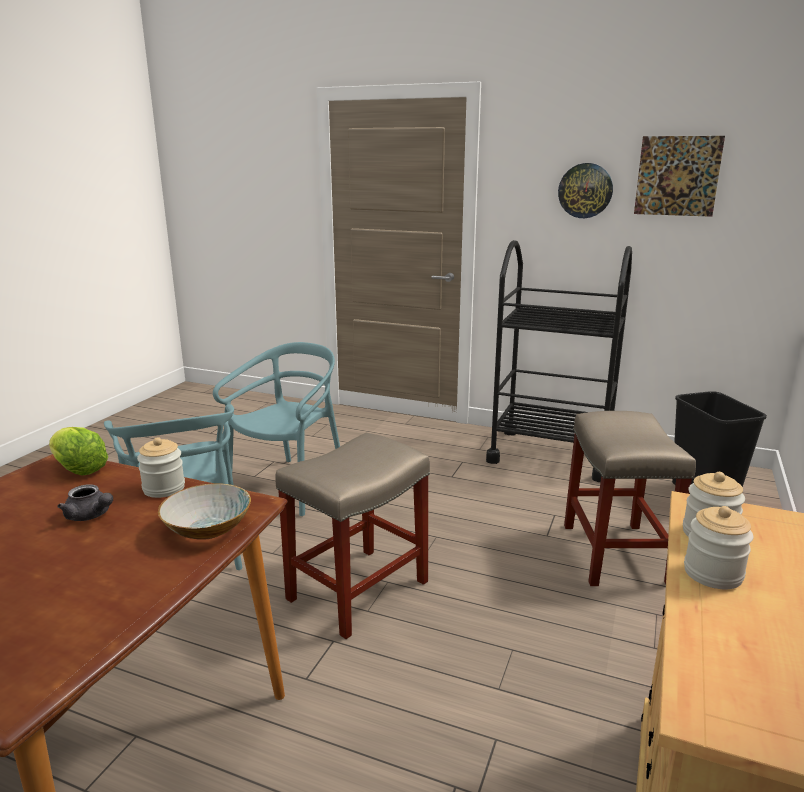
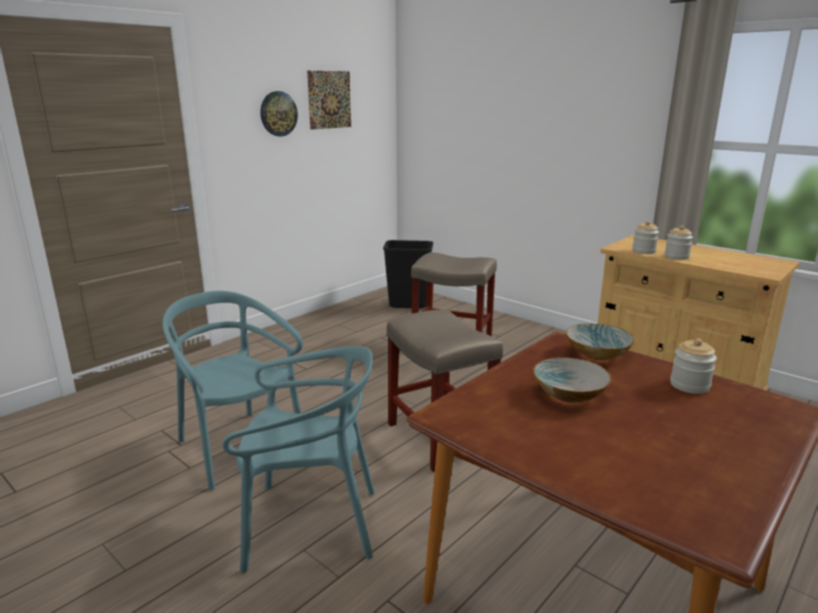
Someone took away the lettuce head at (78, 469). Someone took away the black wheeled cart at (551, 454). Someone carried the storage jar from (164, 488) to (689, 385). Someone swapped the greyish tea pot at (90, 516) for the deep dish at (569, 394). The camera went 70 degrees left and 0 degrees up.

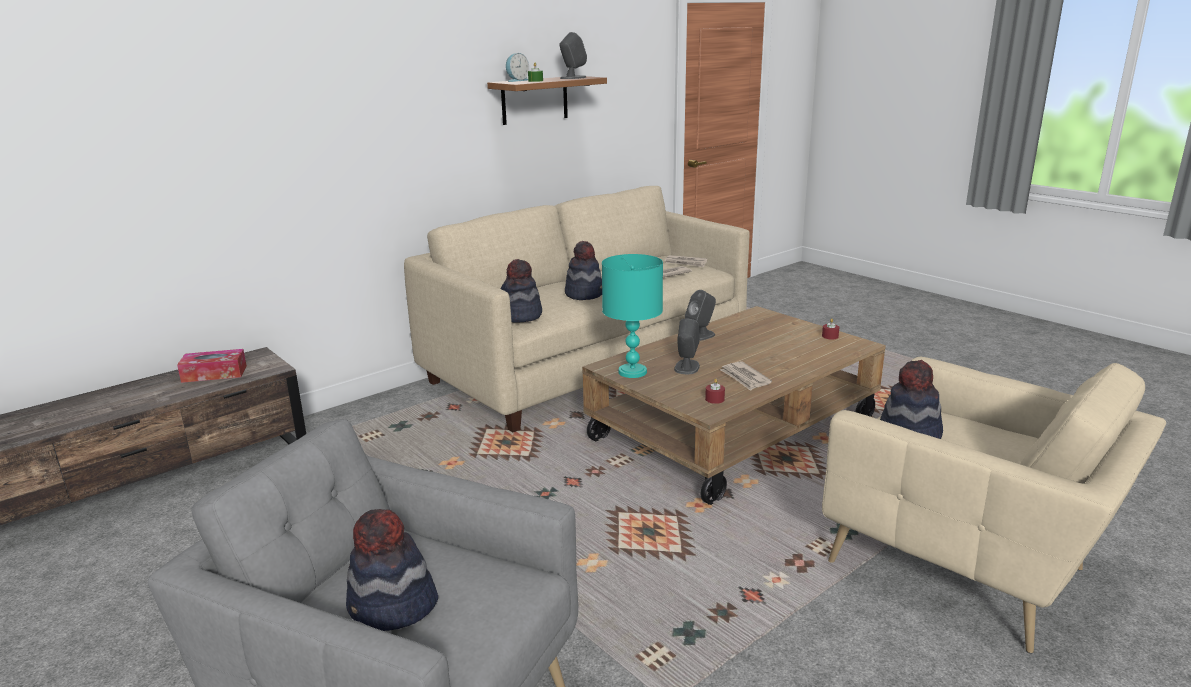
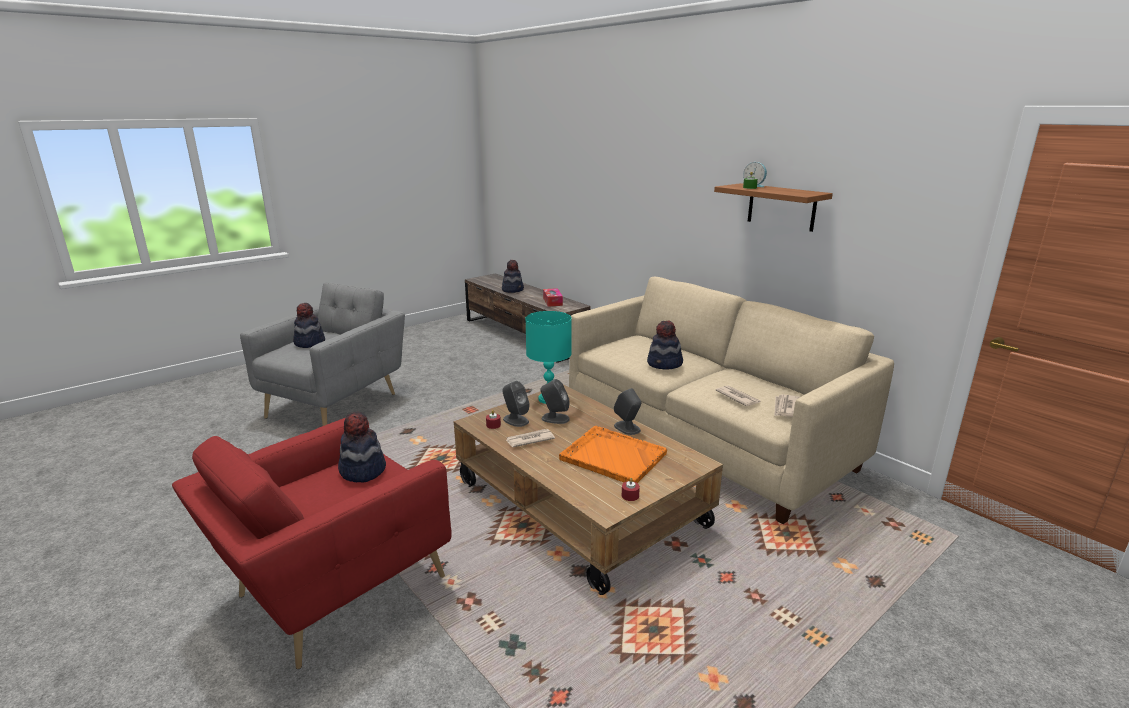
Someone put down the orange-coloured carrying tray at (612, 456). Someone carried the clothing hat from (519, 316) to (513, 290). Someone carried the greyish audio speaker from (573, 78) to (515, 420). Someone repainted the beige-coloured easy chair at (965, 571), which became the reddish easy chair at (334, 590). The camera went 90 degrees right and 0 degrees up.

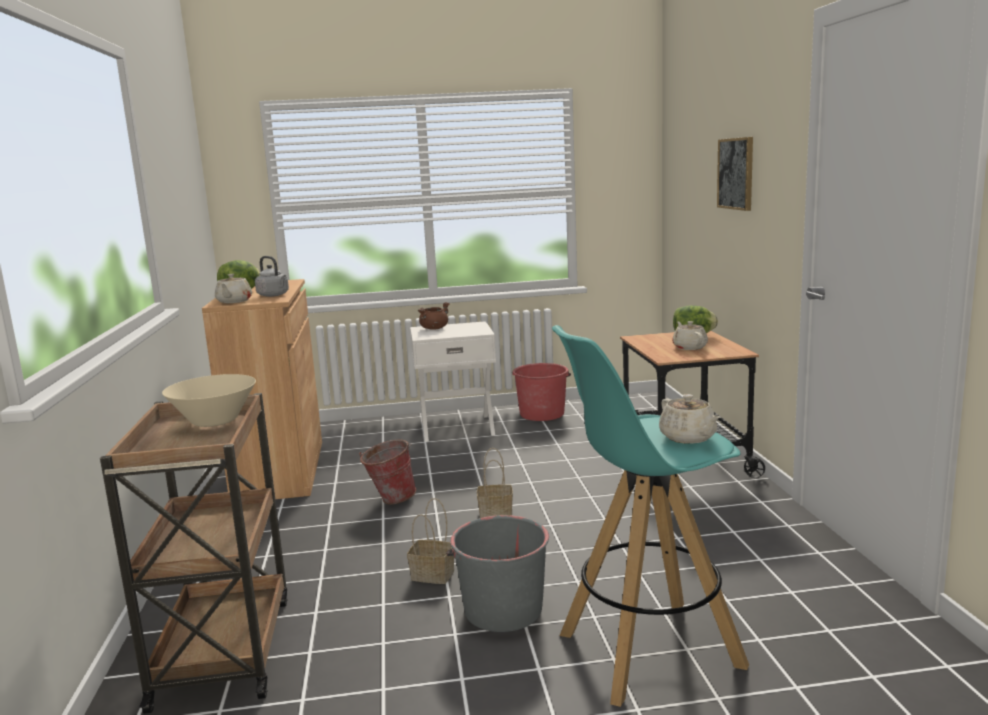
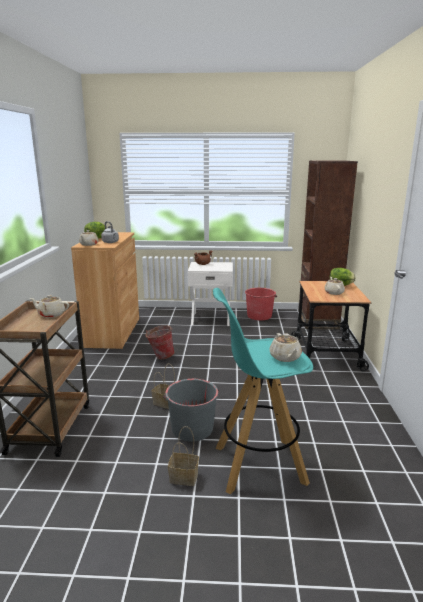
Someone took away the wall picture at (736, 173). Someone put down the brown bookshelf at (317, 320). Someone carried the household basket from (497, 513) to (185, 477). Someone swapped the beige-coloured deep dish at (215, 421) for the beige-coloured tea pot at (51, 314). The camera went 10 degrees right and 5 degrees up.

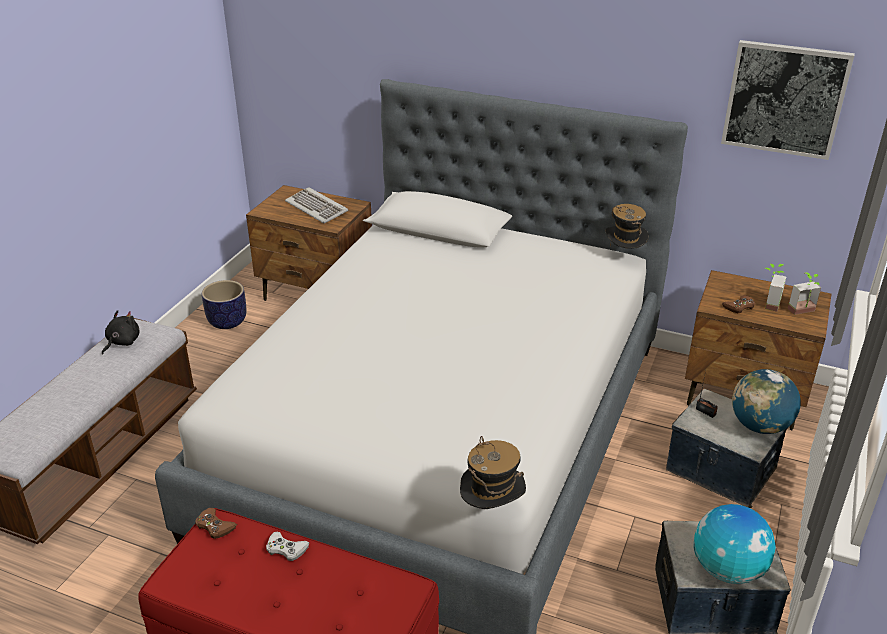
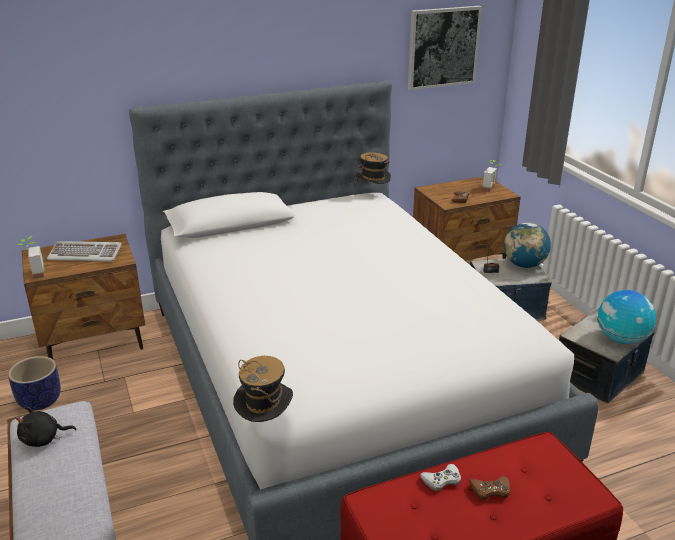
Someone carried the brown gamepad from (215, 526) to (490, 490). Someone carried the clothing hat from (492, 511) to (265, 425). Someone carried the houseplant from (767, 303) to (34, 274). Someone rotated the black plush toy at (122, 342) by 90 degrees counterclockwise. The camera went 45 degrees left and 5 degrees down.

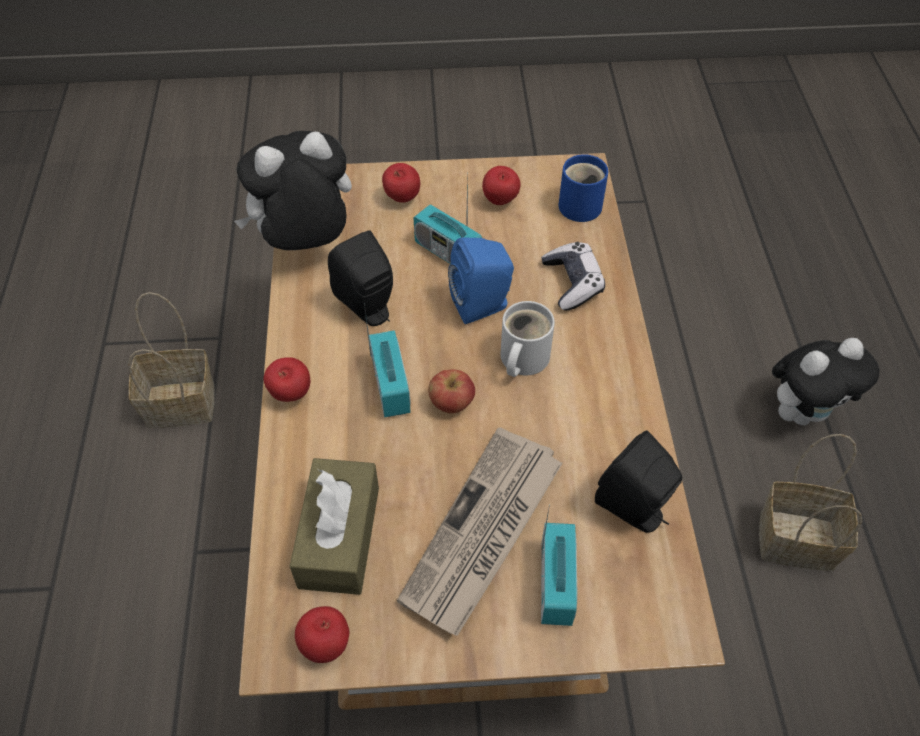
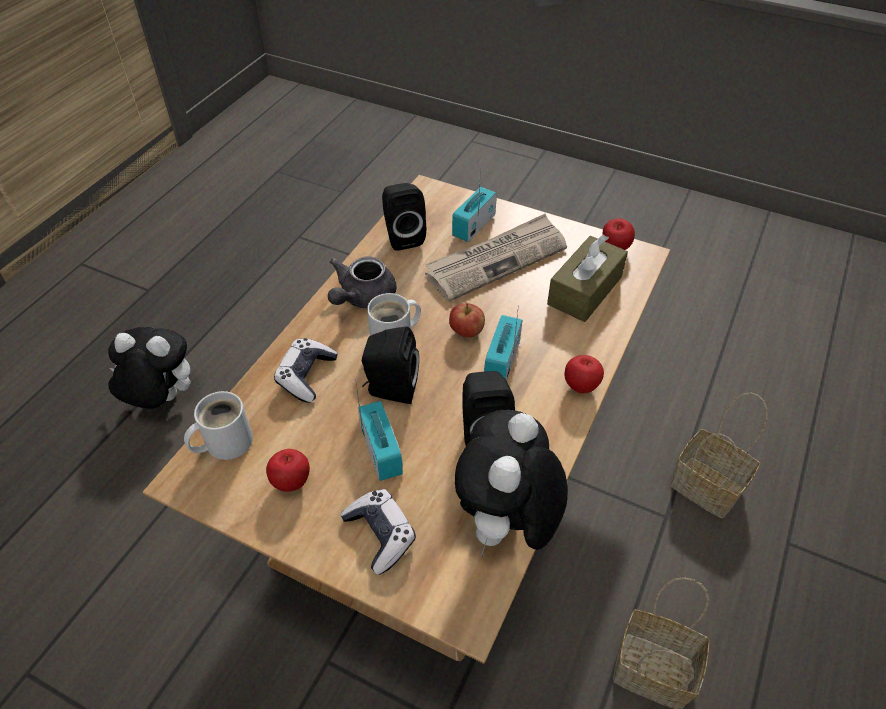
Someone put down the greyish tea pot at (362, 298). Someone carried the household basket from (793, 541) to (709, 487). Someone swapped the whole apple at (402, 199) for the gamepad at (380, 535). Someone repainted the bluish audio speaker at (483, 305), which became the black audio speaker at (390, 389). Someone repainted the bluish tea mug at (583, 204), which became the whitish tea mug at (224, 442). Someone rotated the plush toy at (305, 244) by 105 degrees clockwise. The camera went 150 degrees left and 5 degrees down.

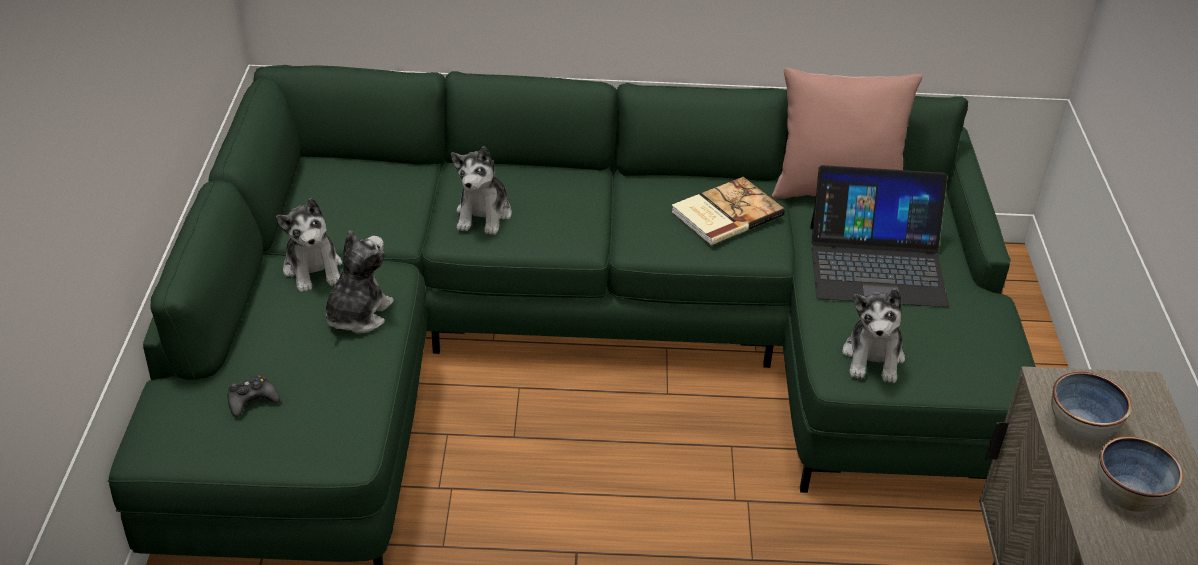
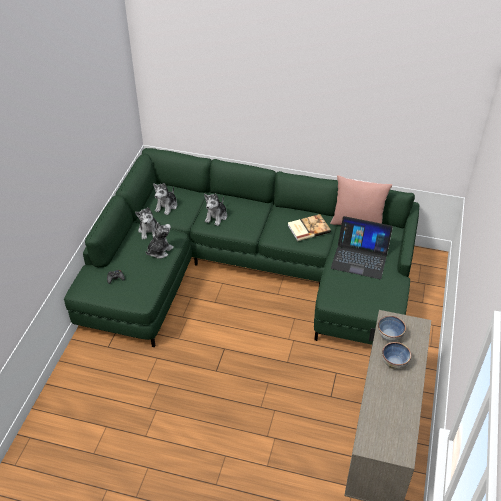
Someone carried the plush toy from (873, 357) to (166, 206). The camera went 15 degrees right and 5 degrees up.

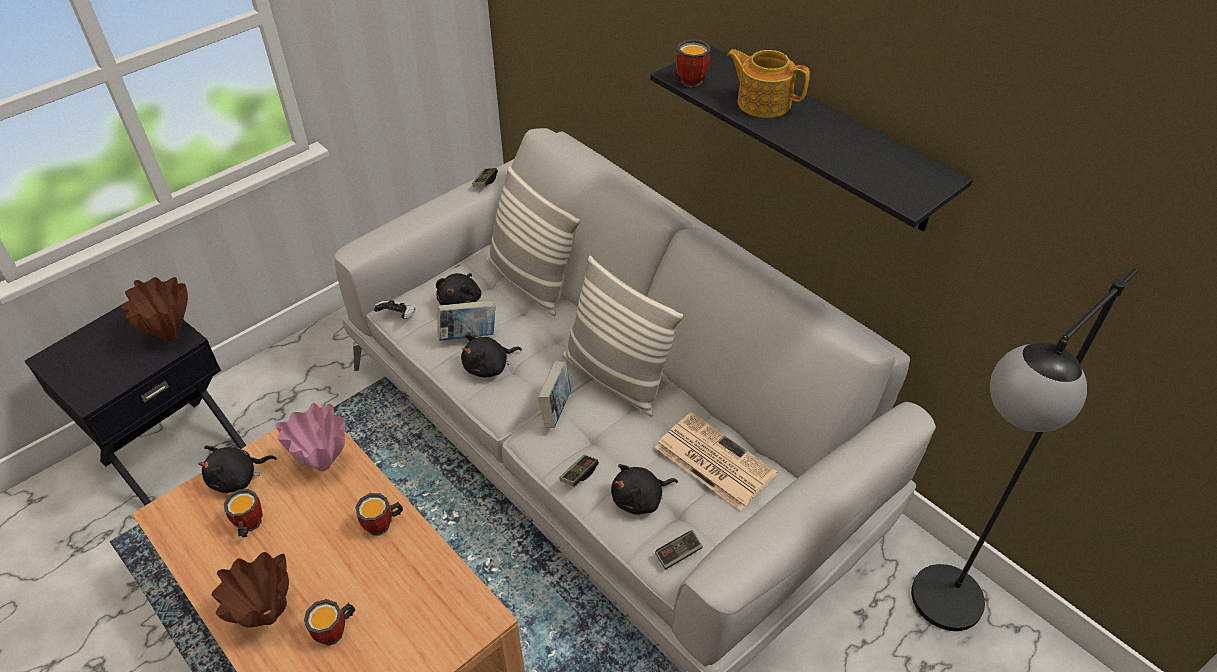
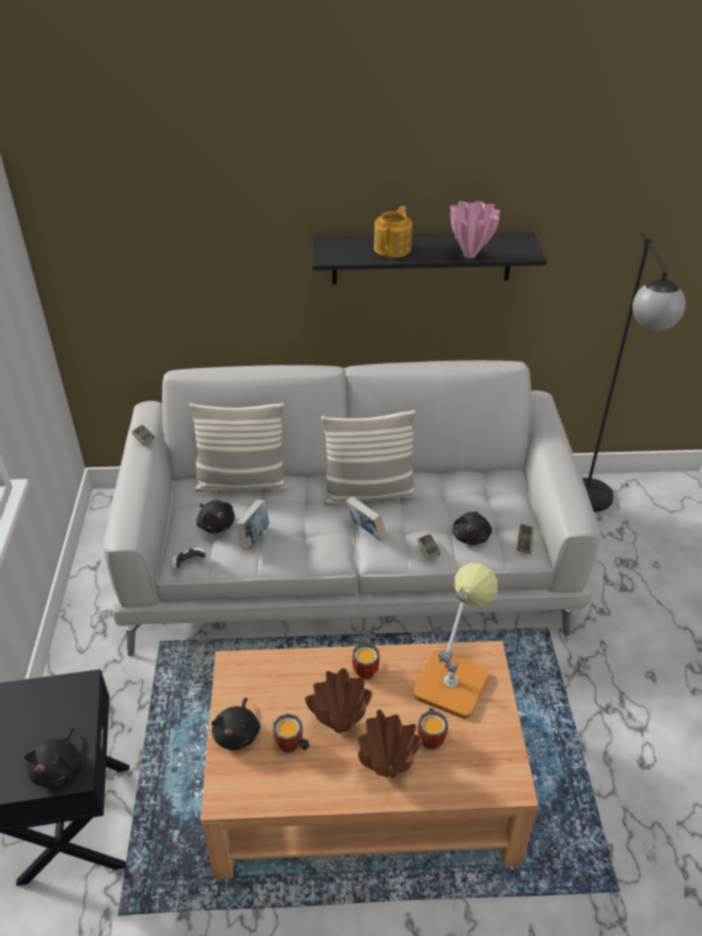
Someone took away the printed paper at (713, 460). Someone took away the tea mug at (694, 79). Someone put down the lamp for a table at (453, 677). Someone carried the brown flower vase from (172, 337) to (340, 727). Someone carried the pink-coloured flower vase from (325, 465) to (470, 255). Someone carried the black plush toy from (489, 366) to (59, 768). Someone rotated the tea pot at (763, 102) by 135 degrees clockwise. The camera went 50 degrees left and 5 degrees down.

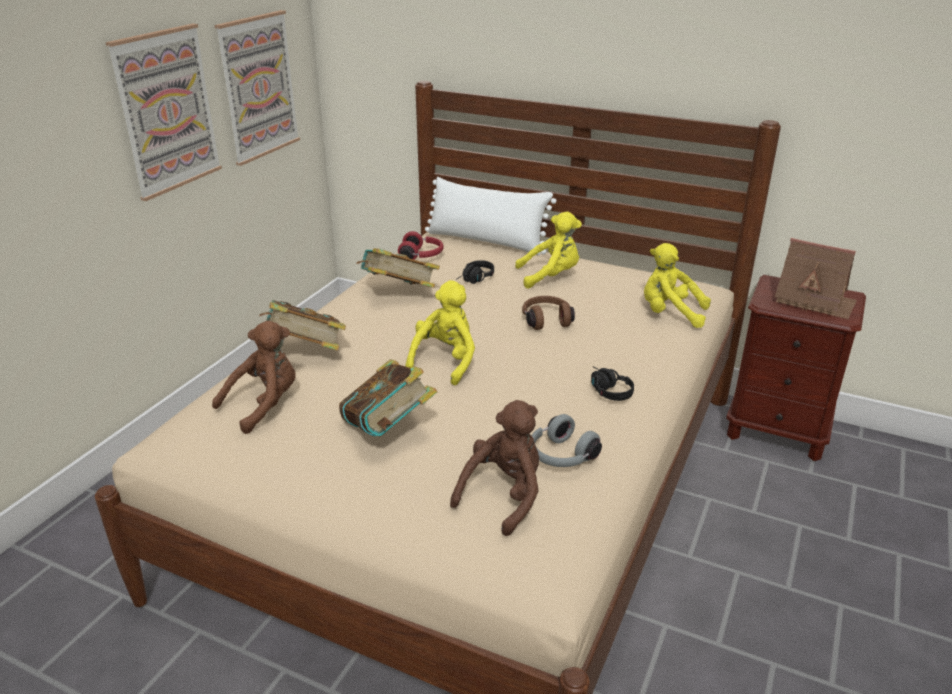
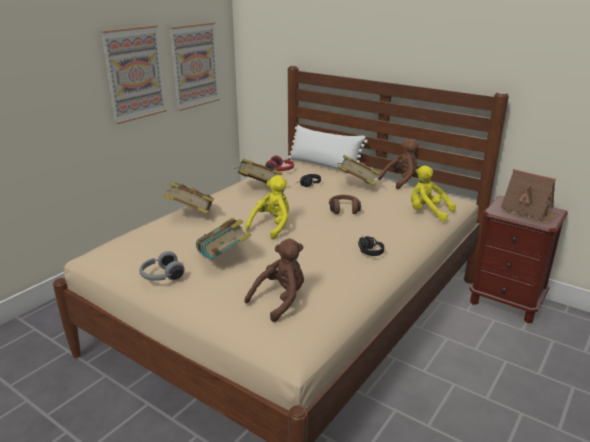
Someone carried the brown plush toy from (264, 405) to (401, 181). Someone carried the greyish headset from (560, 456) to (161, 276). Someone swapped the yellow-coloured plush toy at (550, 276) for the volume at (357, 186). The camera went 10 degrees right and 5 degrees down.

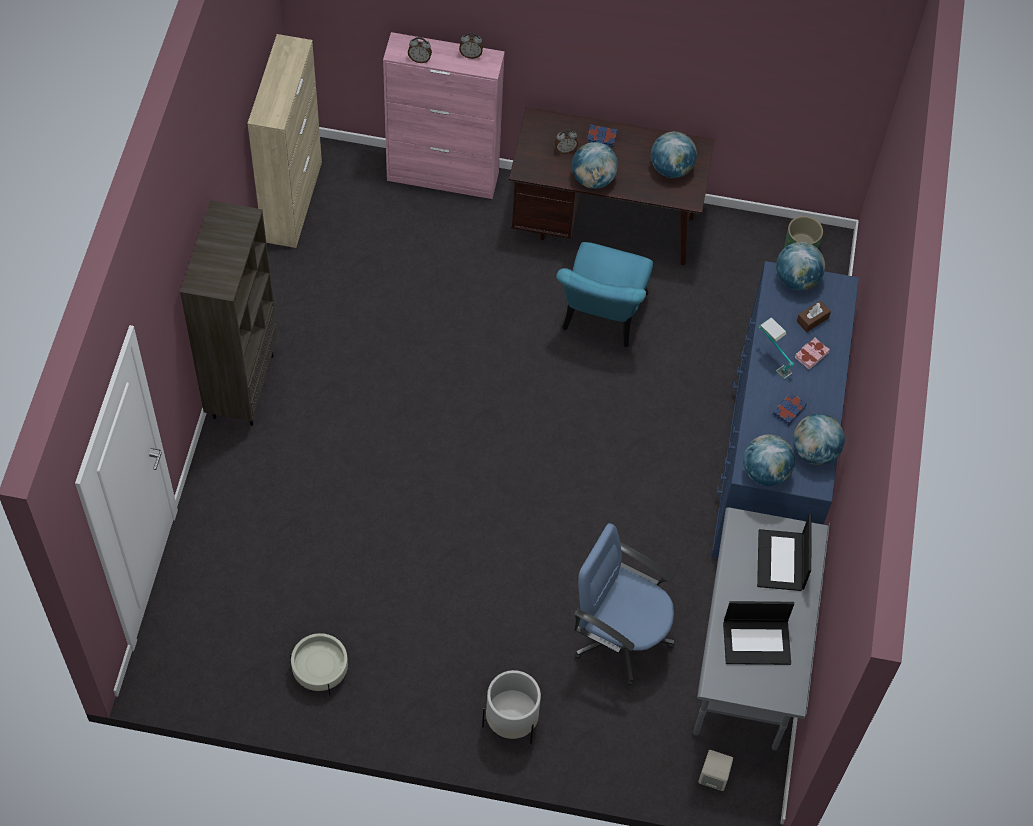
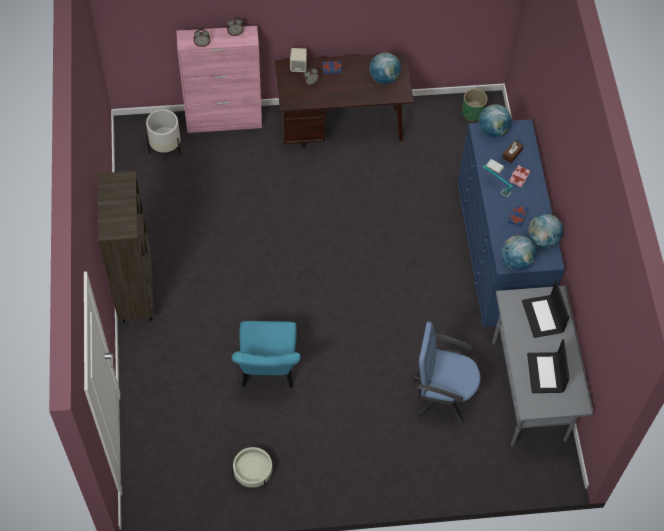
Someone took away the beige-coloured cabinet at (293, 201). Someone took away the globe at (593, 179). Someone carried the whitish flower pot from (511, 722) to (165, 147). Someone carried the blue-green plain chair from (601, 319) to (268, 371). Someone carried the beige-coloured audio speaker from (713, 776) to (298, 67). Someone rotated the notebook computer at (757, 641) by 105 degrees clockwise. The camera went 15 degrees left and 0 degrees up.

